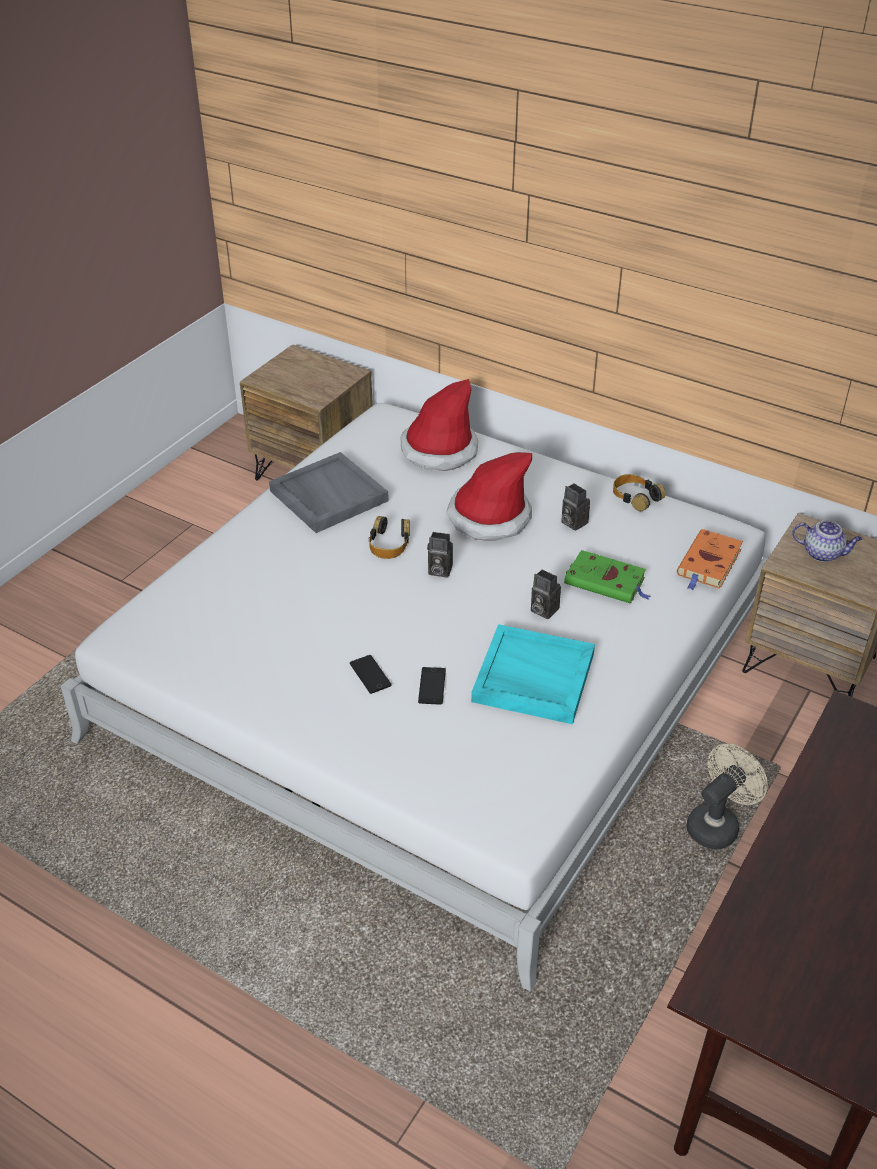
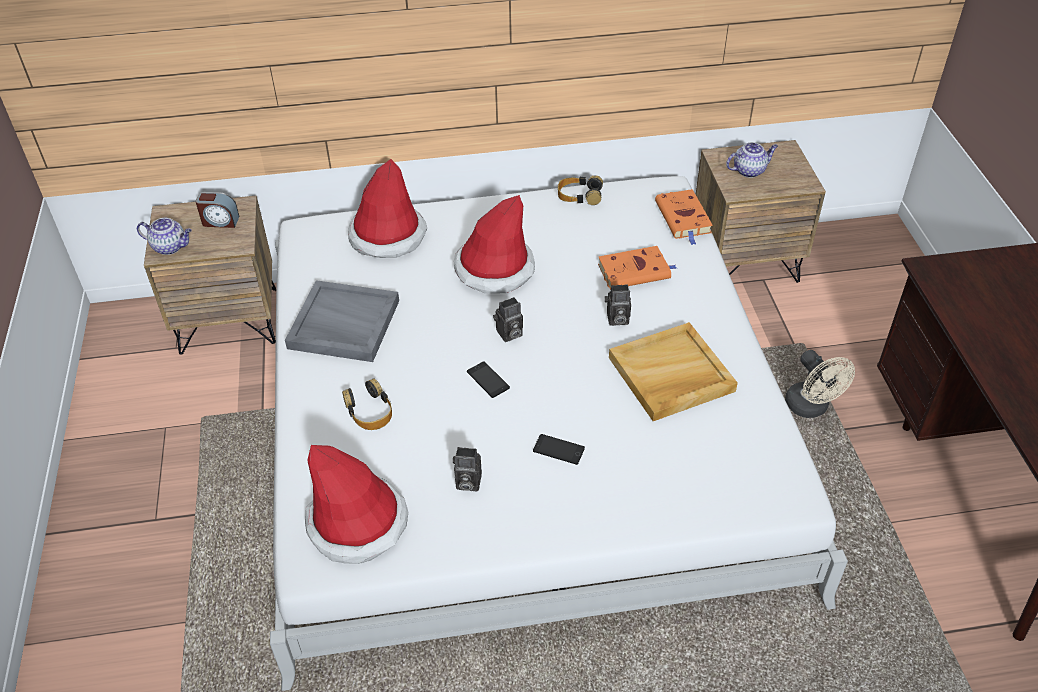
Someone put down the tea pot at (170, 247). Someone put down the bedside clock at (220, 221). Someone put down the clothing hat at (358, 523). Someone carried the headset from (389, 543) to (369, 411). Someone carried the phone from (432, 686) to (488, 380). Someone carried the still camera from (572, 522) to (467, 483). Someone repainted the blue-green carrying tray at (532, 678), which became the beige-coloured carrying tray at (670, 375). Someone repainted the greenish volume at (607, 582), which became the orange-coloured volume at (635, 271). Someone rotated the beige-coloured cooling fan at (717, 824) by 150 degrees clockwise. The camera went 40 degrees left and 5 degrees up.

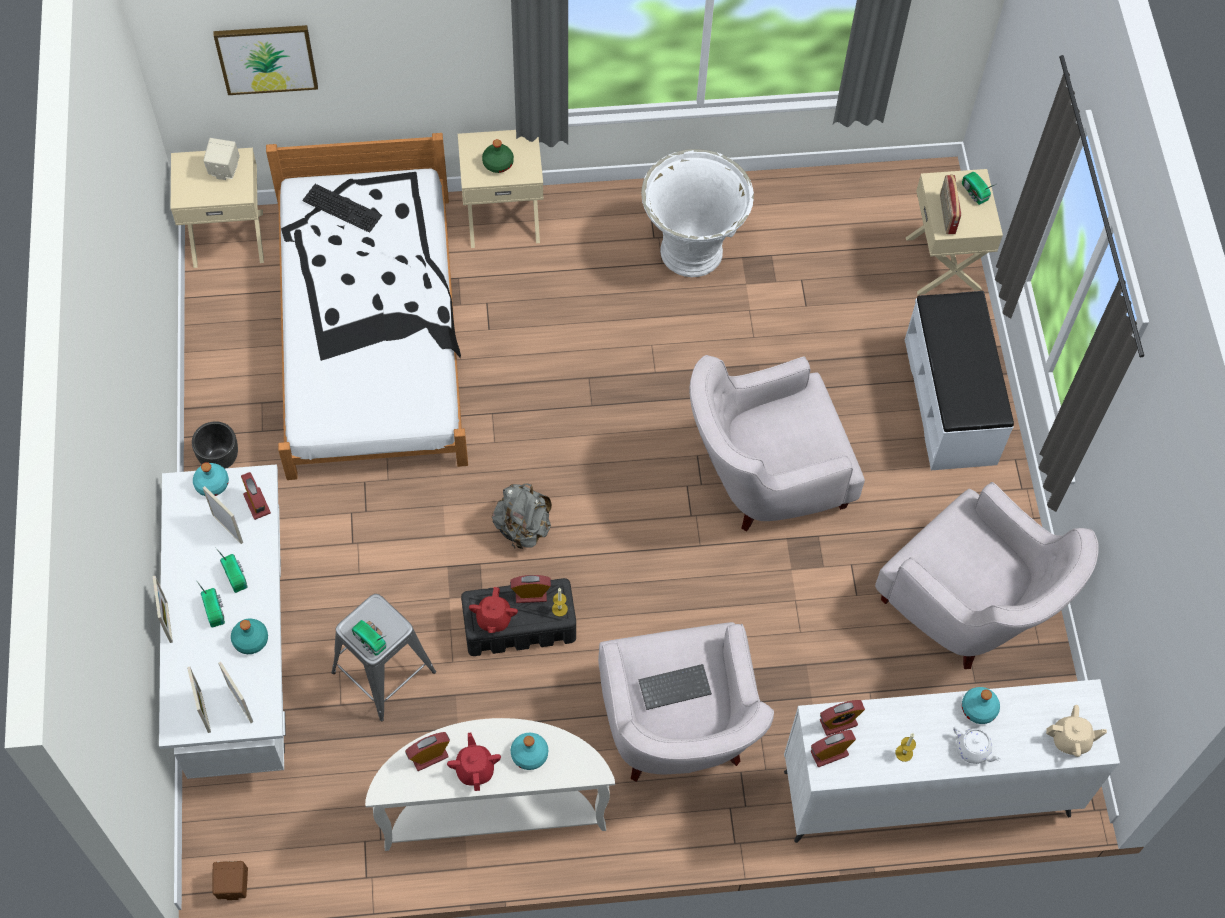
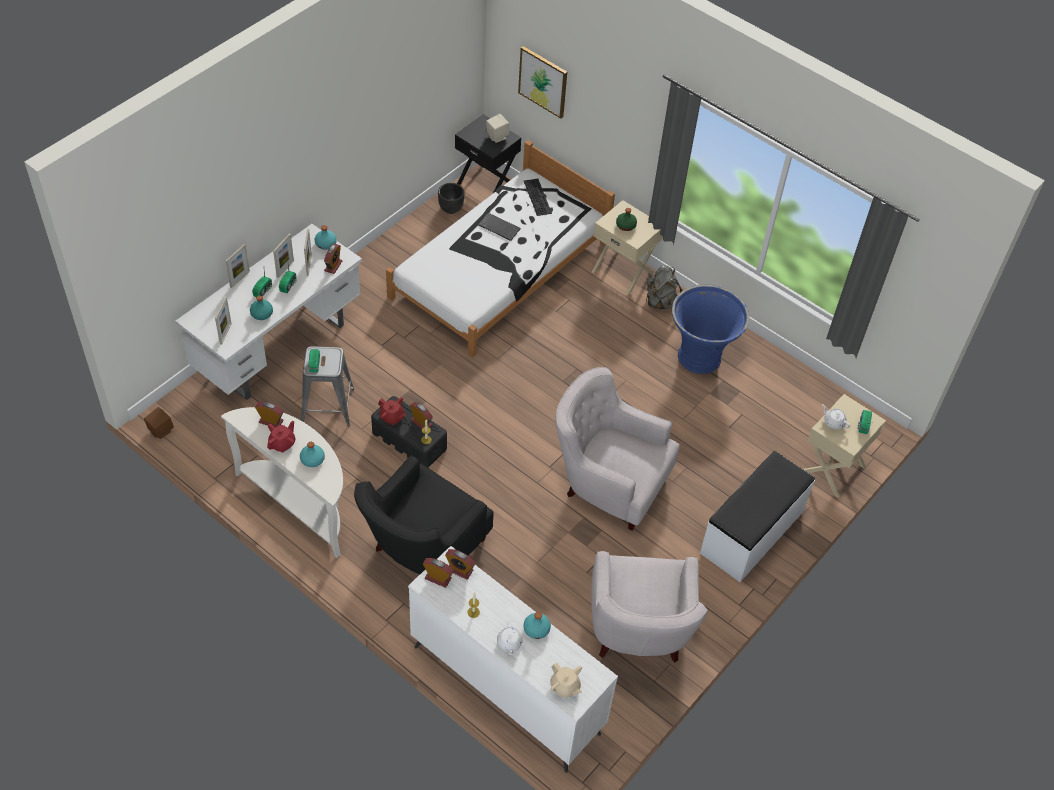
Someone carried the photo frame from (204, 711) to (285, 269). Someone carried the black flower pot from (219, 459) to (450, 209). Someone carried the greyish rucksack from (523, 528) to (660, 302). Someone carried the keyboard from (675, 686) to (500, 227). Someone swapped the radio set at (946, 214) for the whitish tea pot at (833, 422). Someone repainted the beige-coloured night table at (228, 237), which became the black night table at (487, 184). Someone repainted the whitish easy chair at (677, 731), which became the black easy chair at (422, 549). Someone repainted the whitish flower pot at (692, 250), which became the bluish flower pot at (700, 357). Someone rotated the reddish tea pot at (493, 619) by 105 degrees counterclockwise. The camera went 45 degrees right and 10 degrees down.

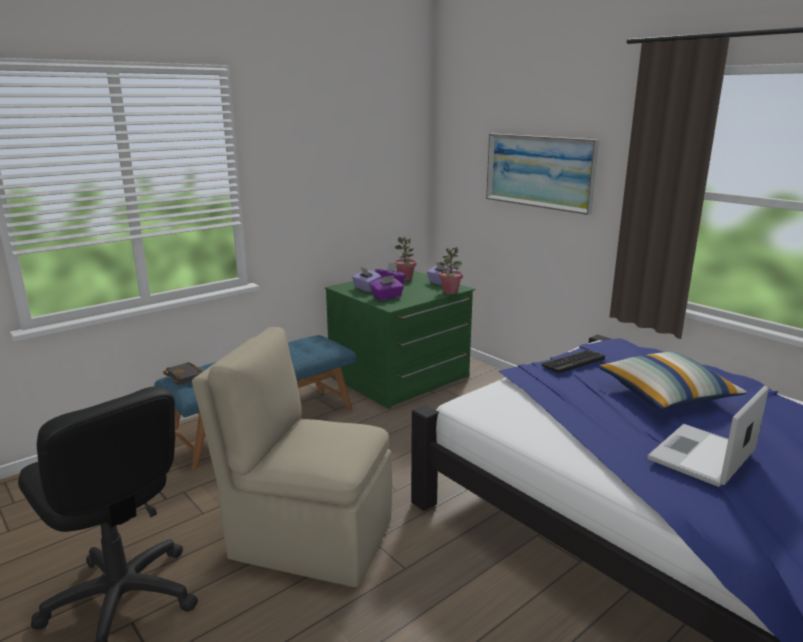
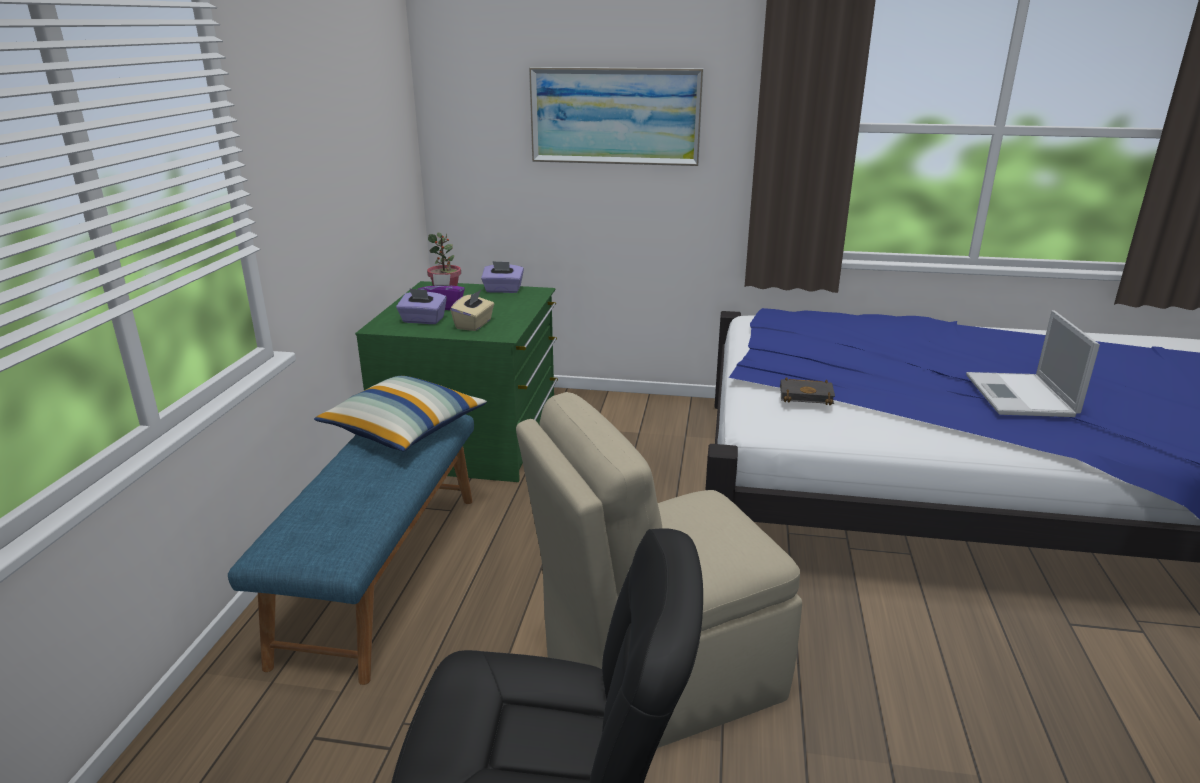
Someone took away the houseplant at (450, 292). Someone took away the keyboard at (573, 362). Someone carried the black volume from (186, 376) to (807, 395). Someone carried the cushion from (666, 396) to (404, 430). Someone repainted the purple tissue box at (387, 297), which became the beige-coloured tissue box at (474, 324). The camera went 40 degrees left and 5 degrees up.

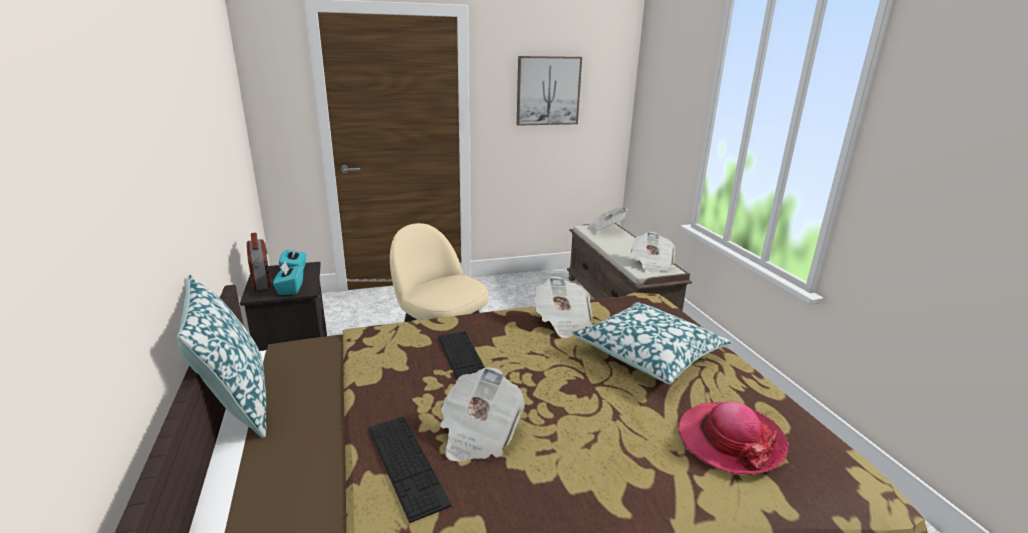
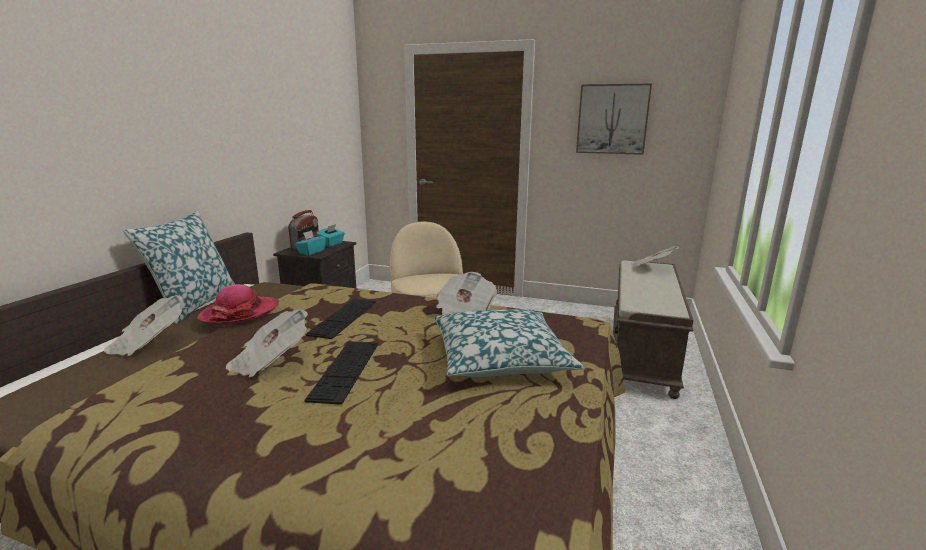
Someone carried the keyboard from (406, 464) to (345, 370). Someone carried the printed paper from (651, 264) to (148, 343). Someone carried the clothing hat from (730, 440) to (240, 313). The camera went 35 degrees right and 5 degrees down.

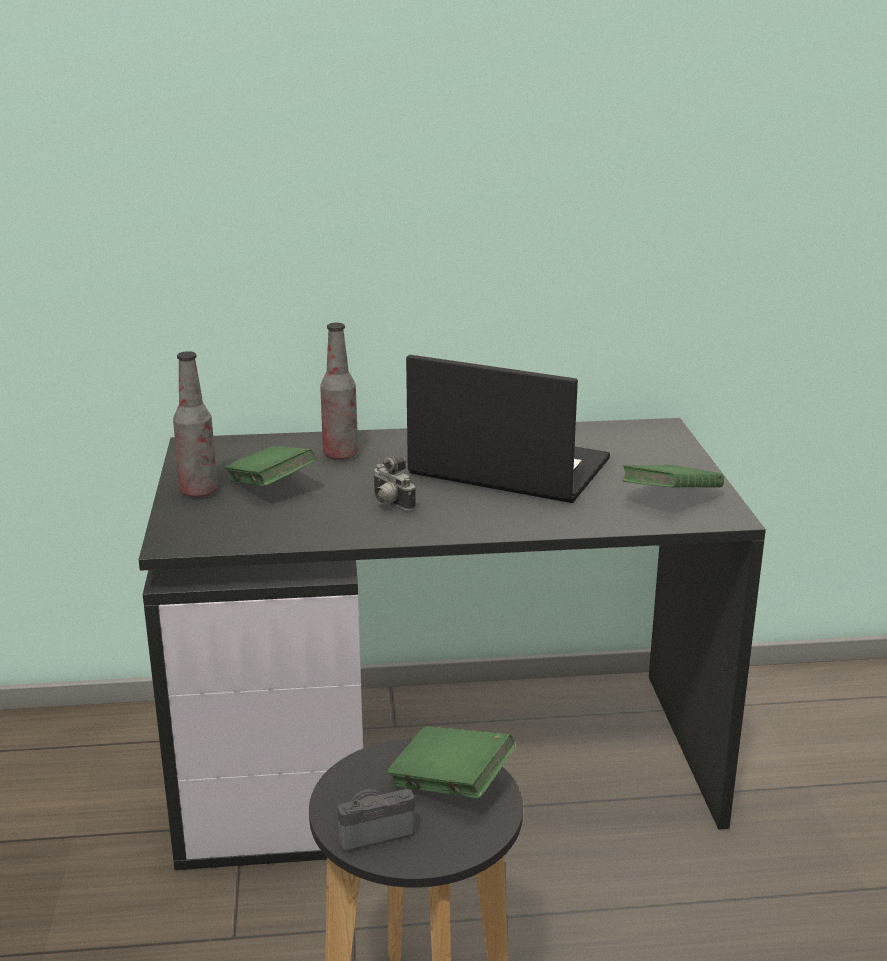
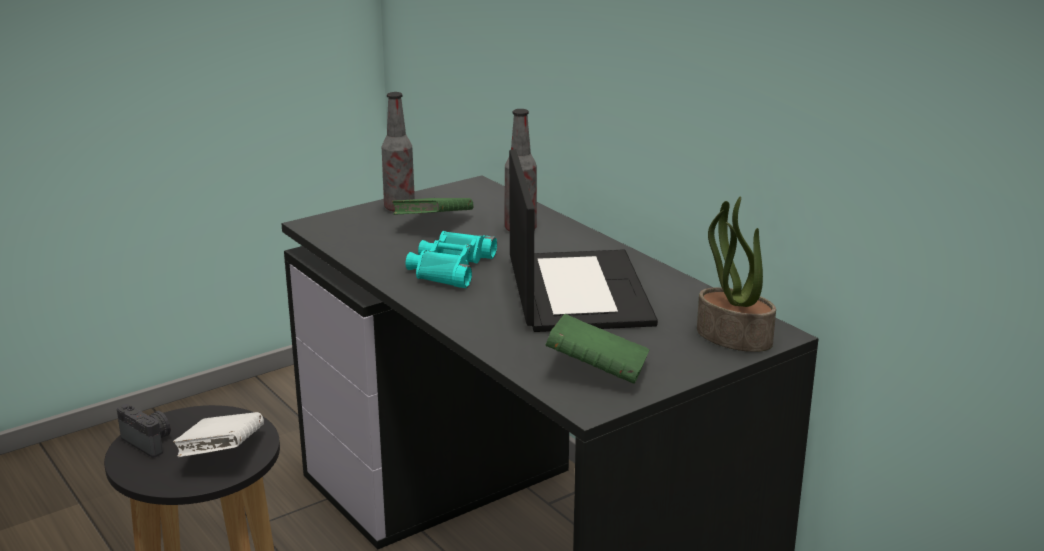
Someone put down the houseplant at (732, 337). Someone swapped the still camera at (389, 504) for the blue-green binoculars at (449, 268). Someone repainted the greenish volume at (451, 784), which became the whitish volume at (222, 454). The camera went 60 degrees right and 0 degrees up.

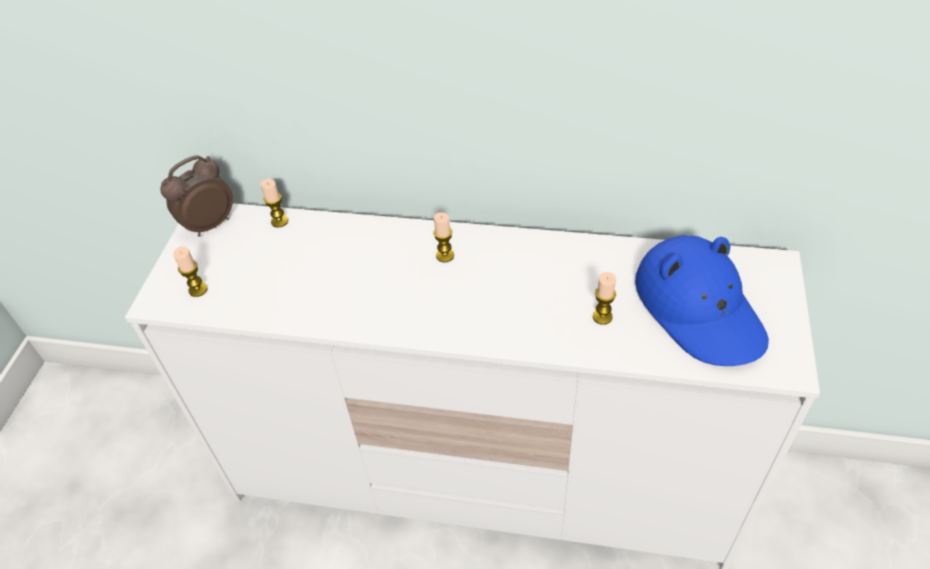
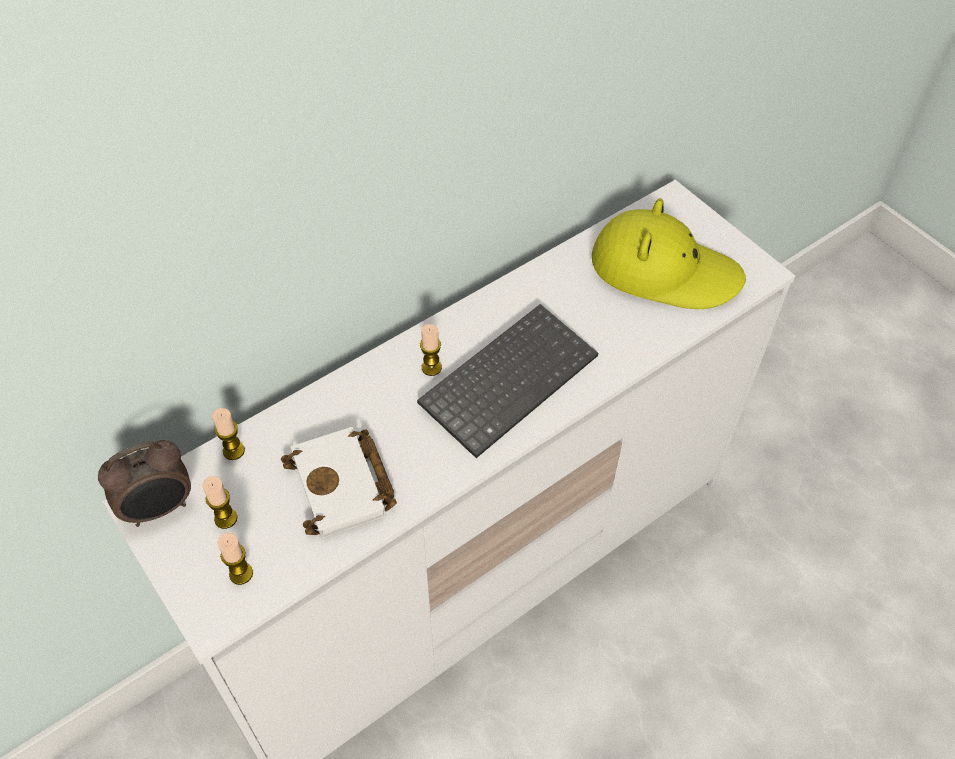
Someone put down the whitish volume at (344, 487). Someone put down the keyboard at (508, 378). Someone carried the candle from (602, 317) to (226, 518). Someone repainted the bluish clothing hat at (699, 308), which became the yellow-coloured clothing hat at (664, 270). Someone rotated the bedside clock at (209, 224) by 120 degrees counterclockwise. The camera went 50 degrees left and 5 degrees up.

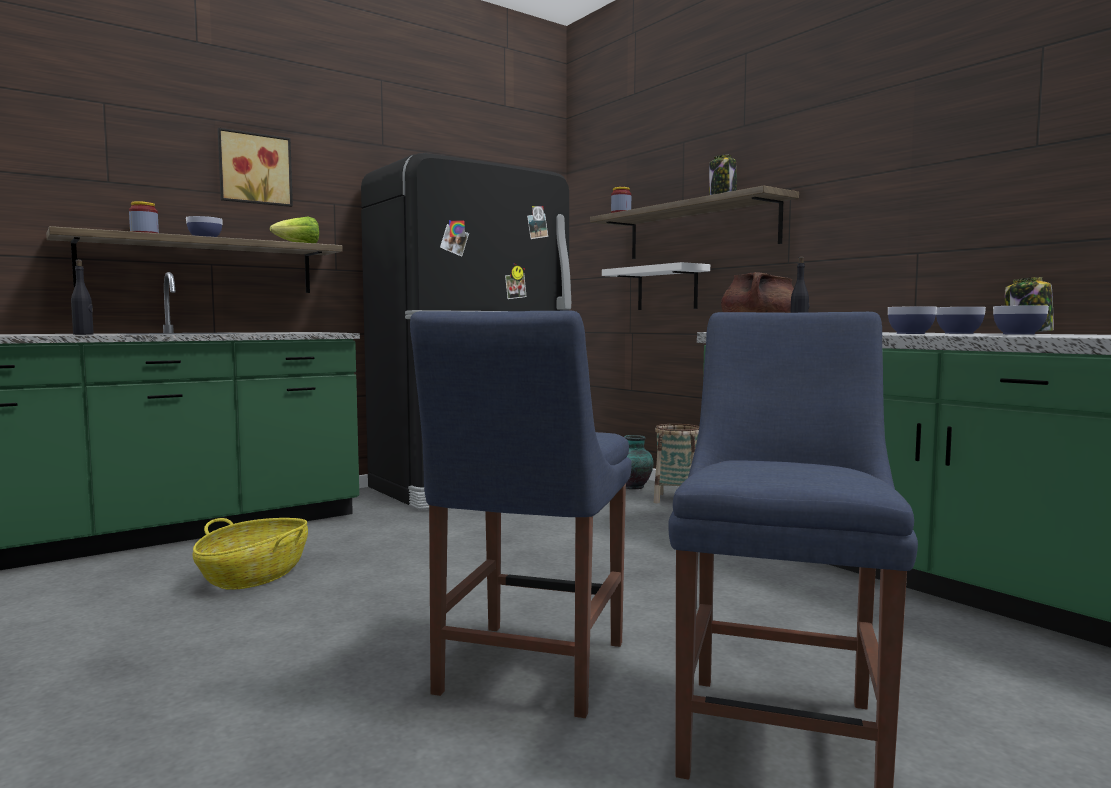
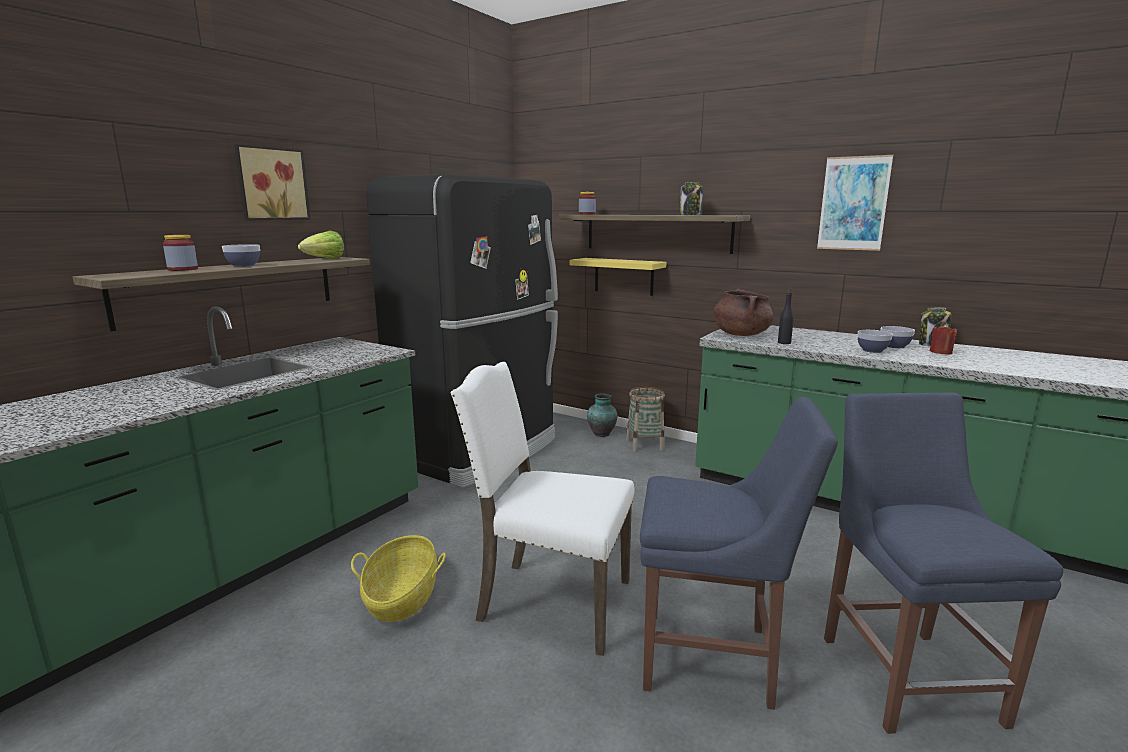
Someone took away the black drink bottle at (83, 334). Someone put down the whitish plain chair at (551, 601). Someone put up the wall picture at (853, 203). Someone swapped the deep dish at (1018, 334) for the reddish candle at (940, 352). Someone repainted the whitish bracket shelf at (667, 288), which became the yellow-coloured bracket shelf at (624, 276). Someone rotated the bluish plain chair at (527, 671) by 75 degrees counterclockwise. The camera went 20 degrees left and 10 degrees up.

